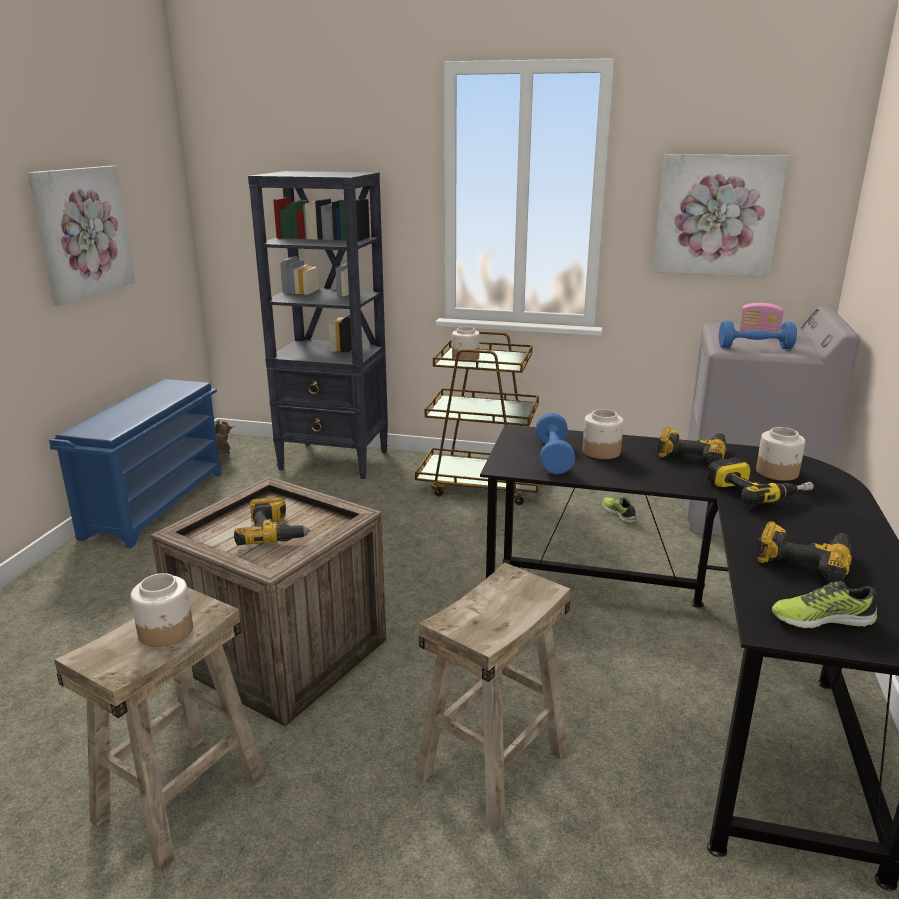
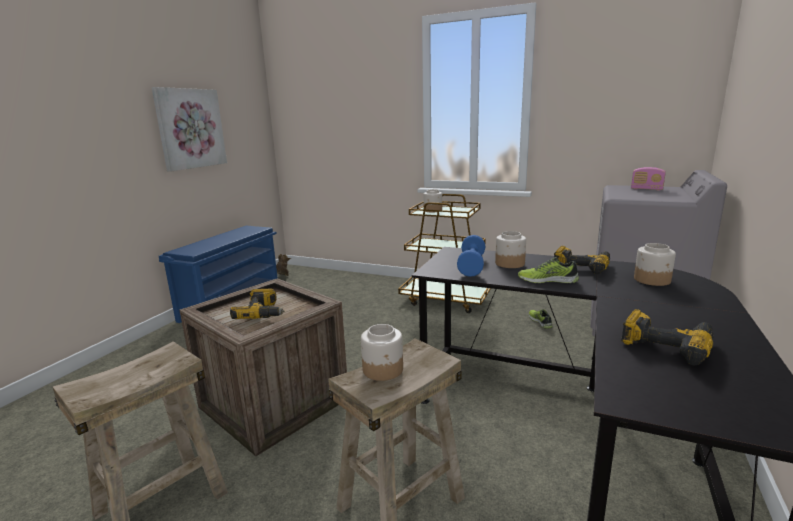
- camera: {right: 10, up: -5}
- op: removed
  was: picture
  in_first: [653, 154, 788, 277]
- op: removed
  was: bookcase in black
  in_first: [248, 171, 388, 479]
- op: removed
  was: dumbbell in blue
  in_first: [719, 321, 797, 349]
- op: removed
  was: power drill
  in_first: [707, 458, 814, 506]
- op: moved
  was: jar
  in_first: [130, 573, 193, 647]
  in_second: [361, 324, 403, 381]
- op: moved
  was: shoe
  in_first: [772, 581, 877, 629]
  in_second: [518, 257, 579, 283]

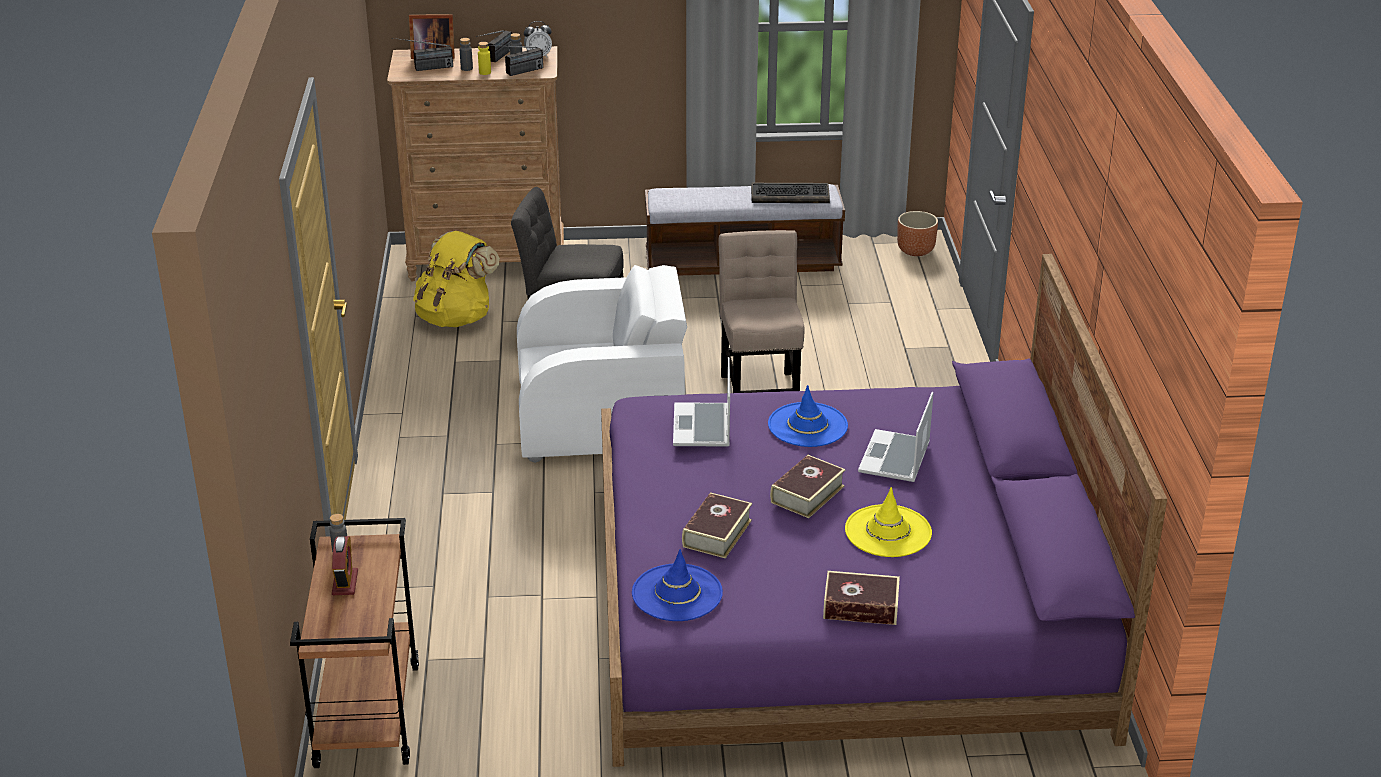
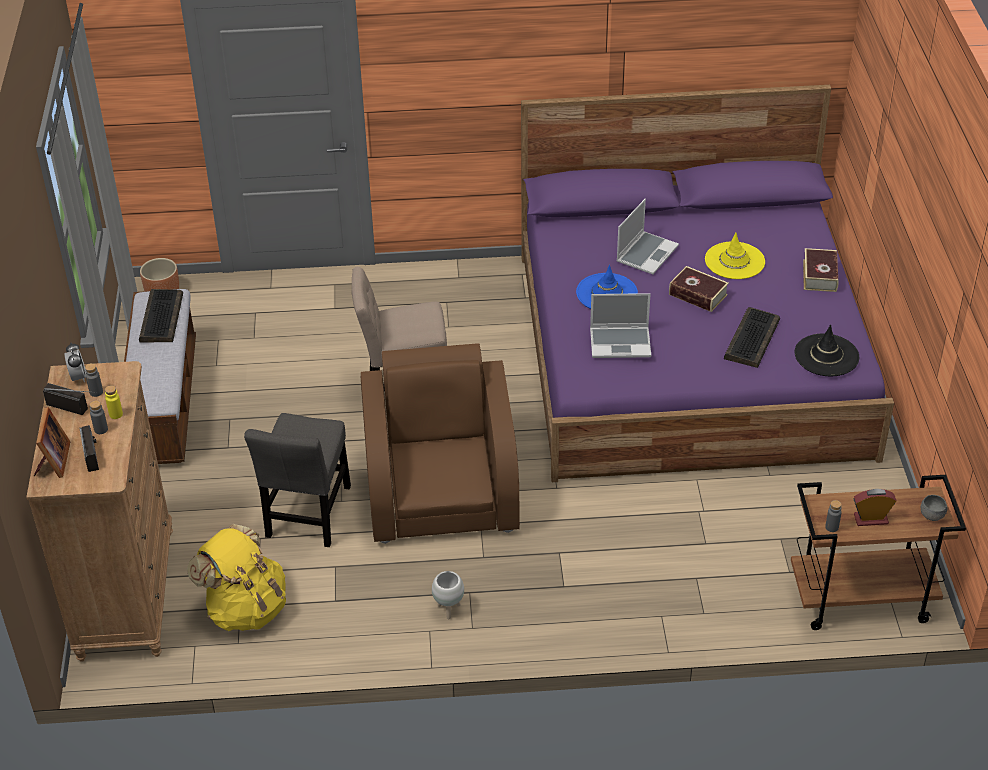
- camera: {right: -90, up: 10}
- op: removed
  was: radio
  in_first: [486, 45, 543, 76]
- op: recoloured
  was: armchair in white
  now: armchair in brown
  in_first: [517, 265, 687, 463]
  in_second: [361, 343, 520, 544]
- op: turned
  was: laptop
  in_first: [858, 392, 933, 482]
  in_second: [616, 199, 679, 274]
  clockwise: -75
- op: replaced
  was: book
  now: keyboard
  in_first: [682, 492, 752, 559]
  in_second: [724, 307, 780, 368]
- op: recoloured
  was: hat in blue
  now: hat in black
  in_first: [632, 549, 723, 621]
  in_second: [795, 325, 859, 376]
- op: added
  now: bowl in grey
  in_second: [921, 495, 947, 521]
- op: added
  now: planter in white
  in_second: [432, 571, 464, 619]

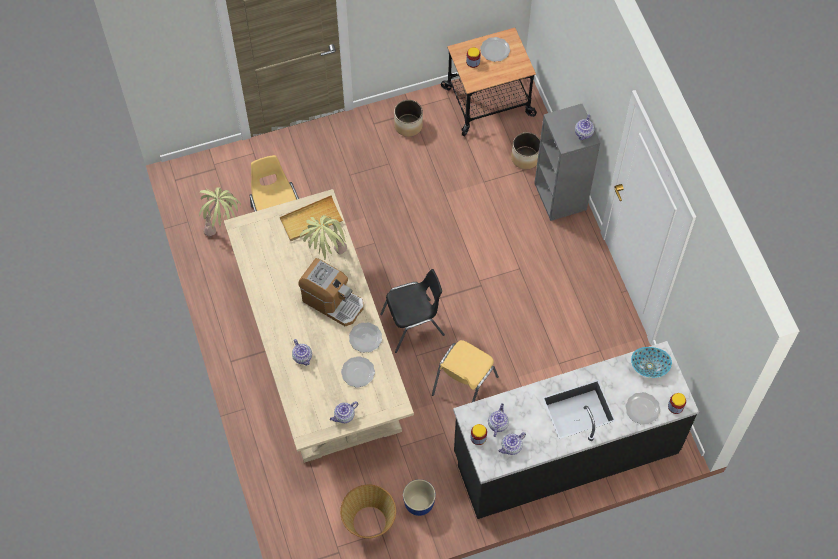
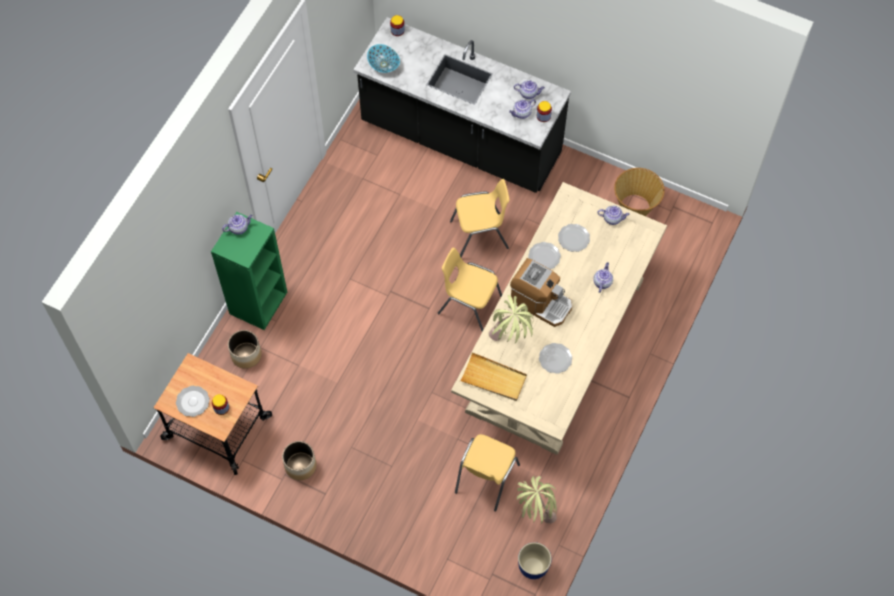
- camera: {right: -135, up: 0}
- op: recoloured
  was: bookcase in grey
  now: bookcase in green
  in_first: [534, 104, 600, 221]
  in_second: [211, 212, 287, 330]
- op: turned
  was: coffee machine
  in_first: [298, 258, 364, 326]
  in_second: [510, 258, 572, 327]
  clockwise: 135
- op: recoloured
  was: chair in black
  now: chair in yellow
  in_first: [380, 269, 445, 353]
  in_second: [438, 247, 502, 332]
- op: moved
  was: plate
  in_first: [626, 392, 660, 425]
  in_second: [539, 343, 572, 374]
- op: moved
  was: planter
  in_first: [403, 479, 436, 516]
  in_second: [518, 542, 552, 579]

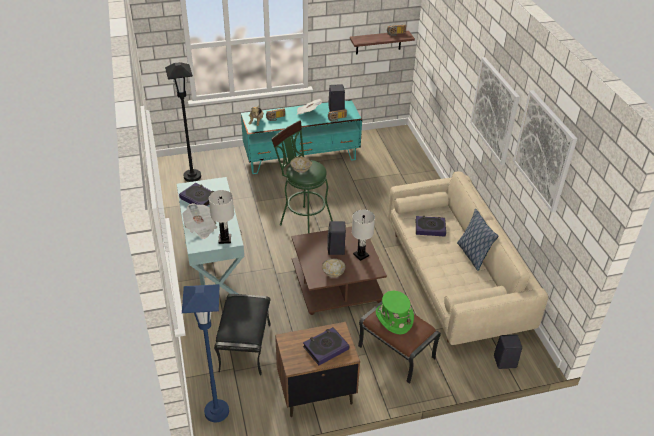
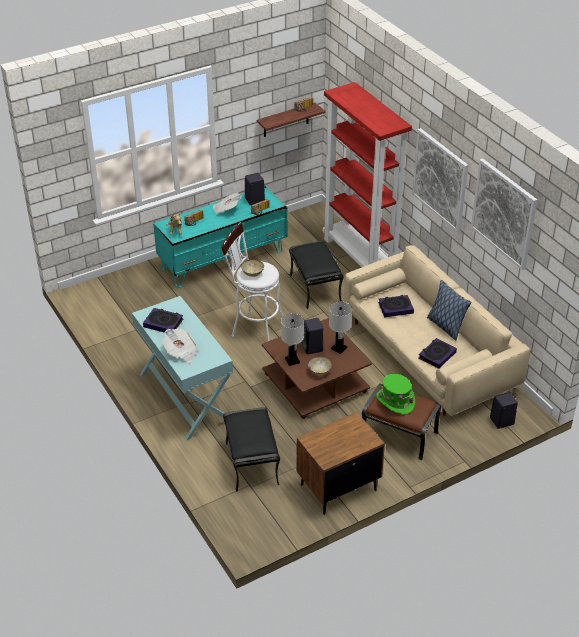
- camera: {right: -15, up: 0}
- op: removed
  was: floor lamp in black
  in_first: [165, 62, 201, 182]
- op: recoloured
  was: stool in green
  now: stool in white
  in_first: [271, 120, 333, 233]
  in_second: [221, 222, 284, 341]
- op: moved
  was: table lamp in white
  in_first: [209, 190, 234, 244]
  in_second: [281, 313, 304, 366]
- op: removed
  was: floor lamp in blue
  in_first: [182, 284, 229, 422]
- op: moved
  was: book
  in_first: [303, 327, 349, 365]
  in_second: [419, 338, 457, 369]
- op: added
  now: bookcase in red
  in_second: [323, 82, 412, 267]
- op: added
  now: ottoman in black
  in_second: [289, 241, 344, 309]

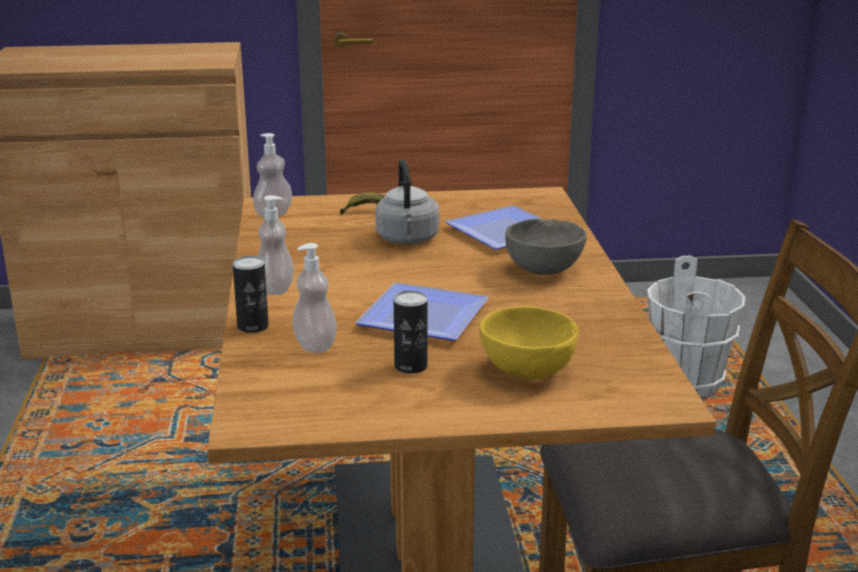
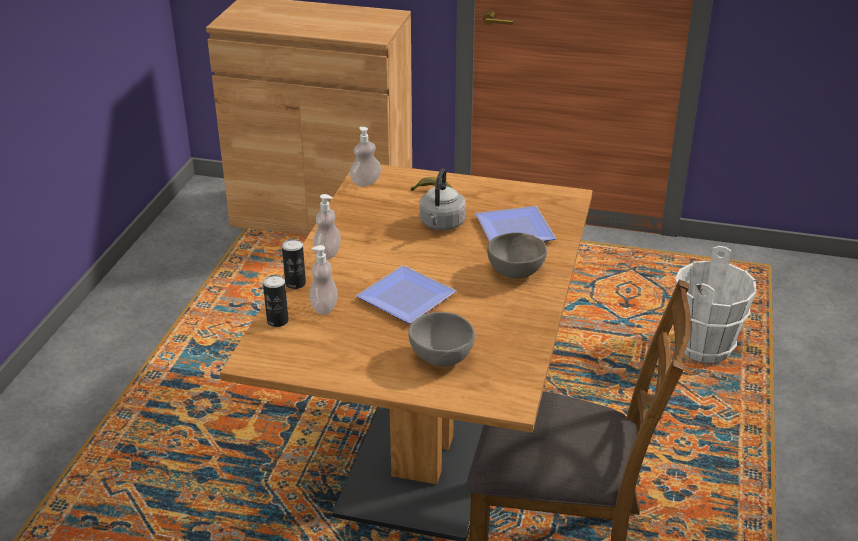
- camera: {right: 20, up: 10}
- op: moved
  was: can
  in_first: [394, 291, 428, 374]
  in_second: [263, 275, 289, 327]
- op: recoloured
  was: bowl in yellow
  now: bowl in grey
  in_first: [479, 306, 578, 379]
  in_second: [408, 312, 475, 367]

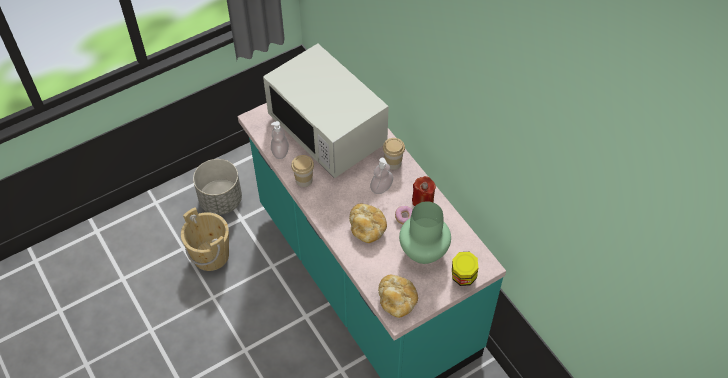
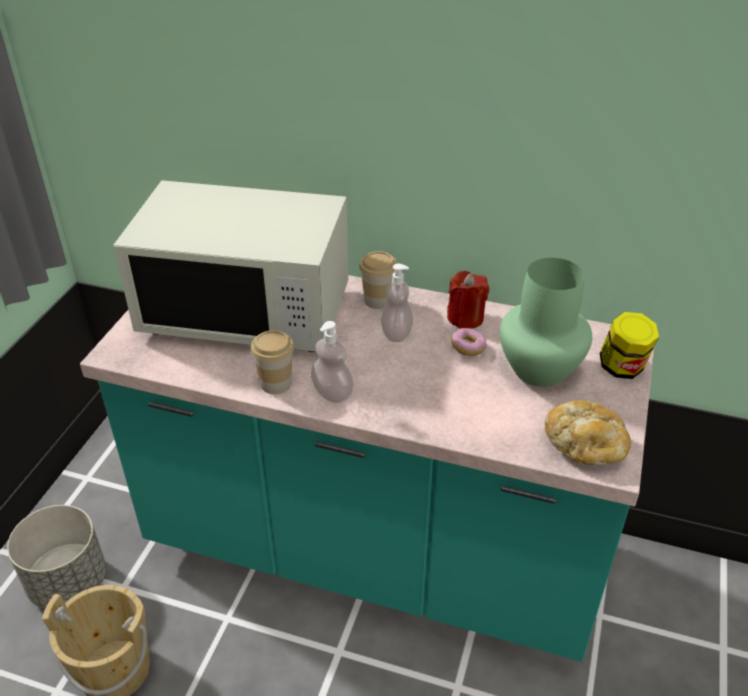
- camera: {right: -40, up: -15}
- op: moved
  was: soap dispenser
  in_first: [271, 121, 289, 159]
  in_second: [311, 321, 354, 403]
- op: removed
  was: bread
  in_first: [349, 204, 387, 243]

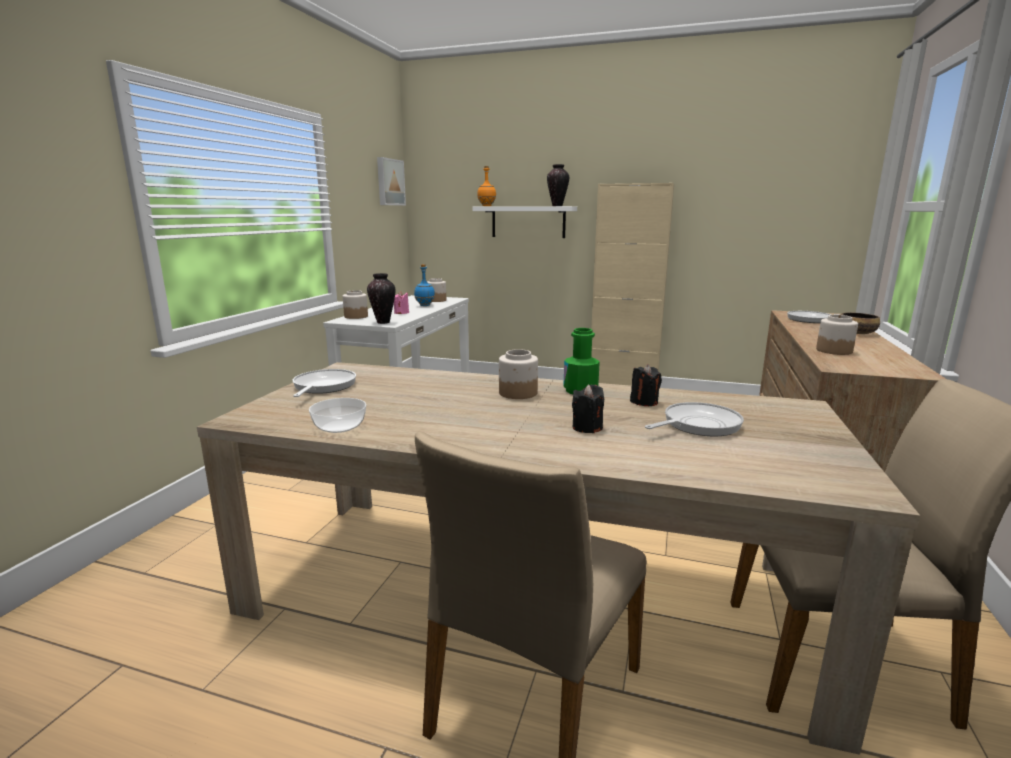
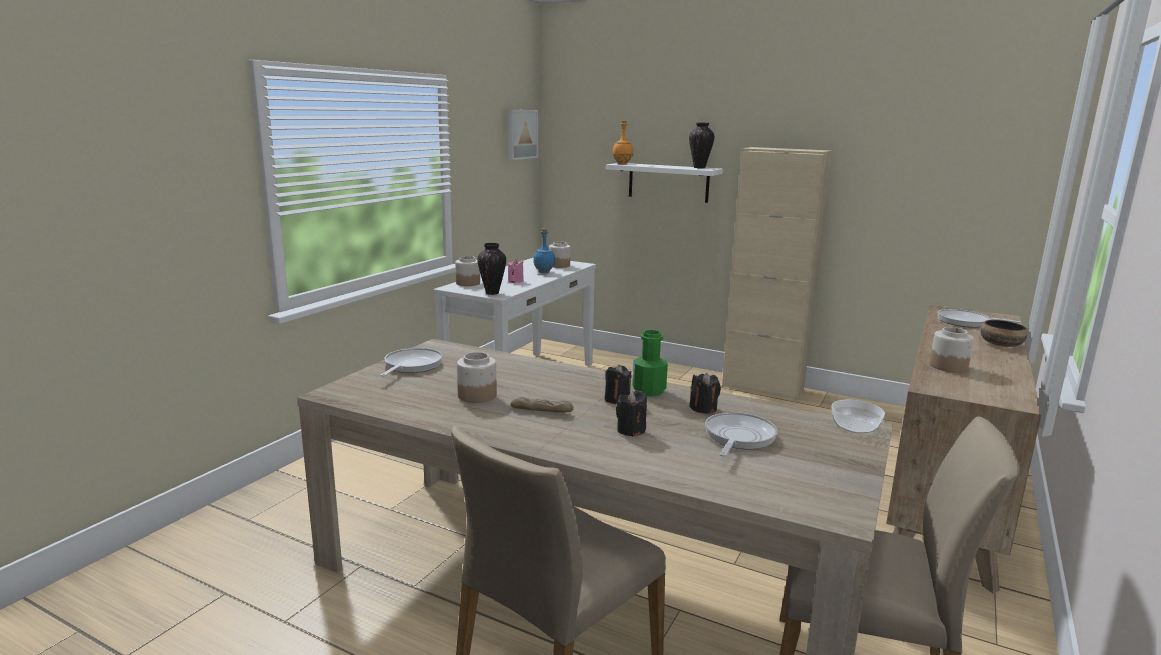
- camera: {right: 10, up: 0}
- op: moved
  was: jar
  in_first: [499, 349, 538, 399]
  in_second: [457, 352, 497, 403]
- op: moved
  was: bowl
  in_first: [309, 398, 366, 433]
  in_second: [831, 400, 885, 434]
- op: turned
  was: frying pan
  in_first: [645, 402, 744, 436]
  in_second: [705, 412, 778, 457]
  clockwise: -45
- op: added
  now: candle in black
  in_second: [605, 365, 632, 404]
- op: added
  now: bread
  in_second: [510, 397, 574, 412]

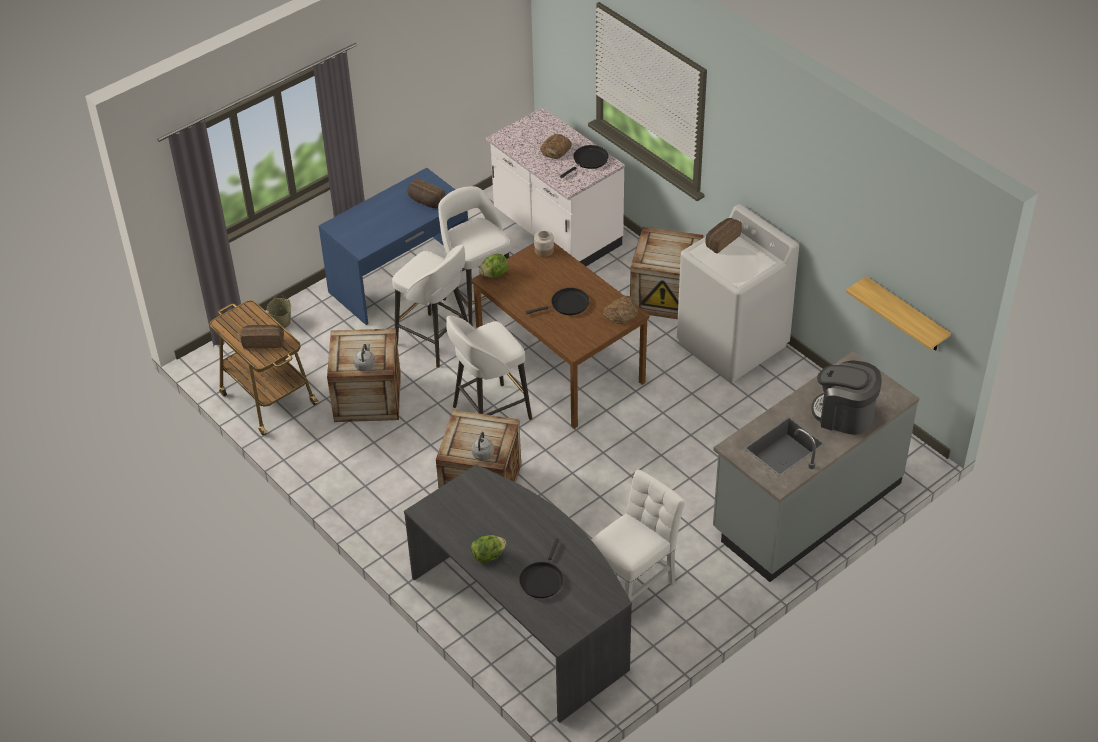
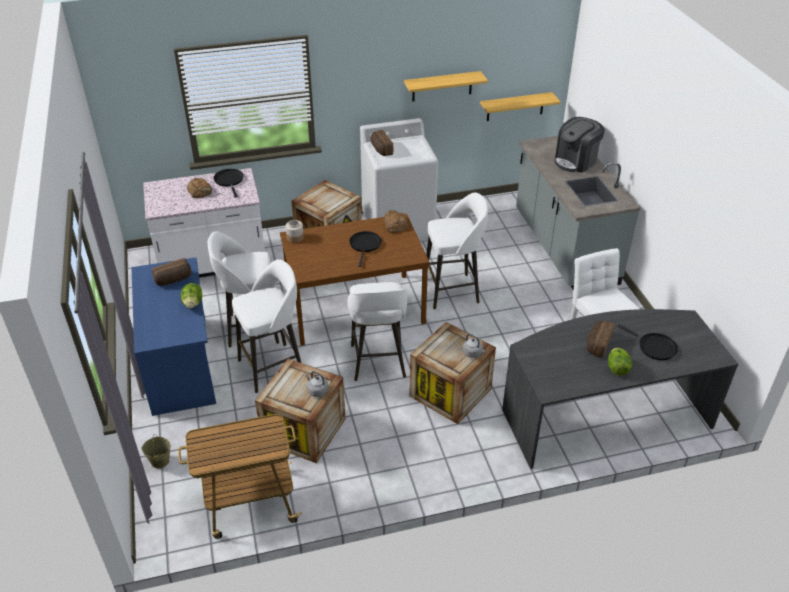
- camera: {right: -65, up: -5}
- op: moved
  was: lettuce
  in_first: [479, 254, 509, 277]
  in_second: [181, 283, 202, 309]
- op: moved
  was: bread
  in_first: [240, 325, 284, 349]
  in_second: [587, 321, 614, 358]
- op: added
  now: shelf
  in_second: [404, 71, 488, 101]
- op: added
  now: stool in white
  in_second: [426, 192, 488, 309]

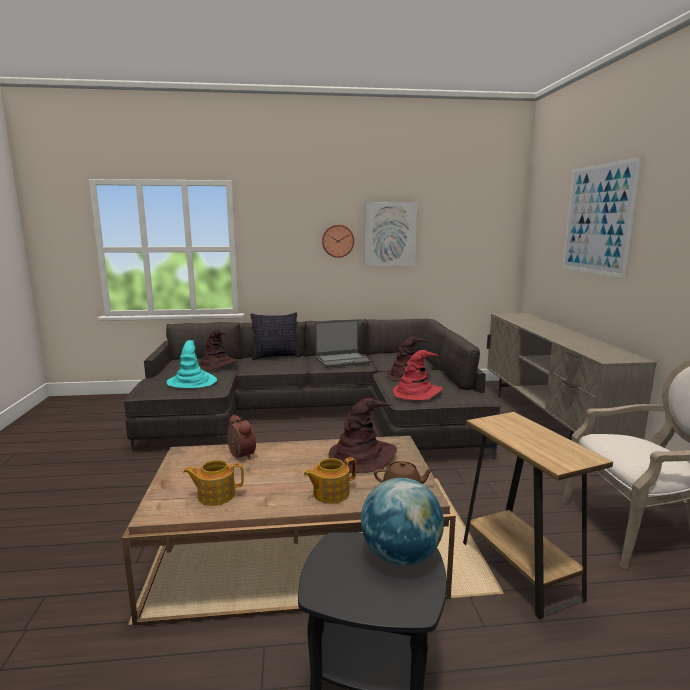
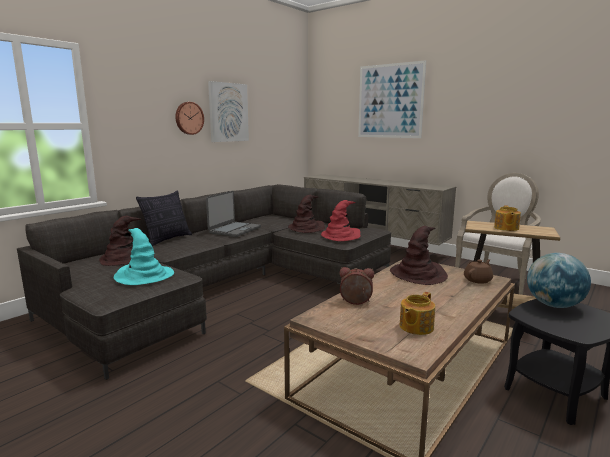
- camera: {right: -45, up: 0}
- op: moved
  was: teapot
  in_first: [304, 457, 356, 504]
  in_second: [494, 205, 521, 231]

